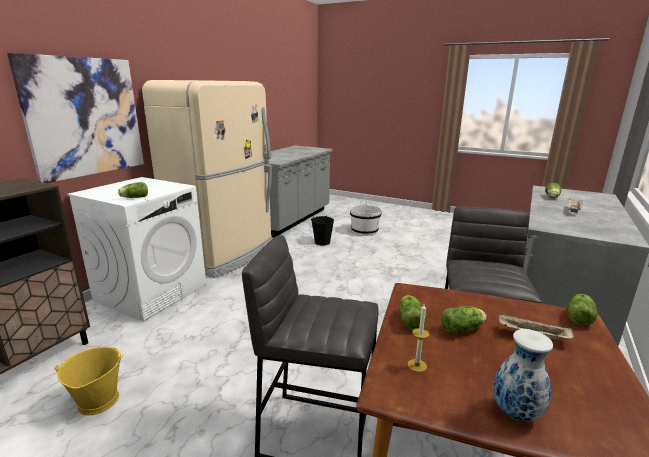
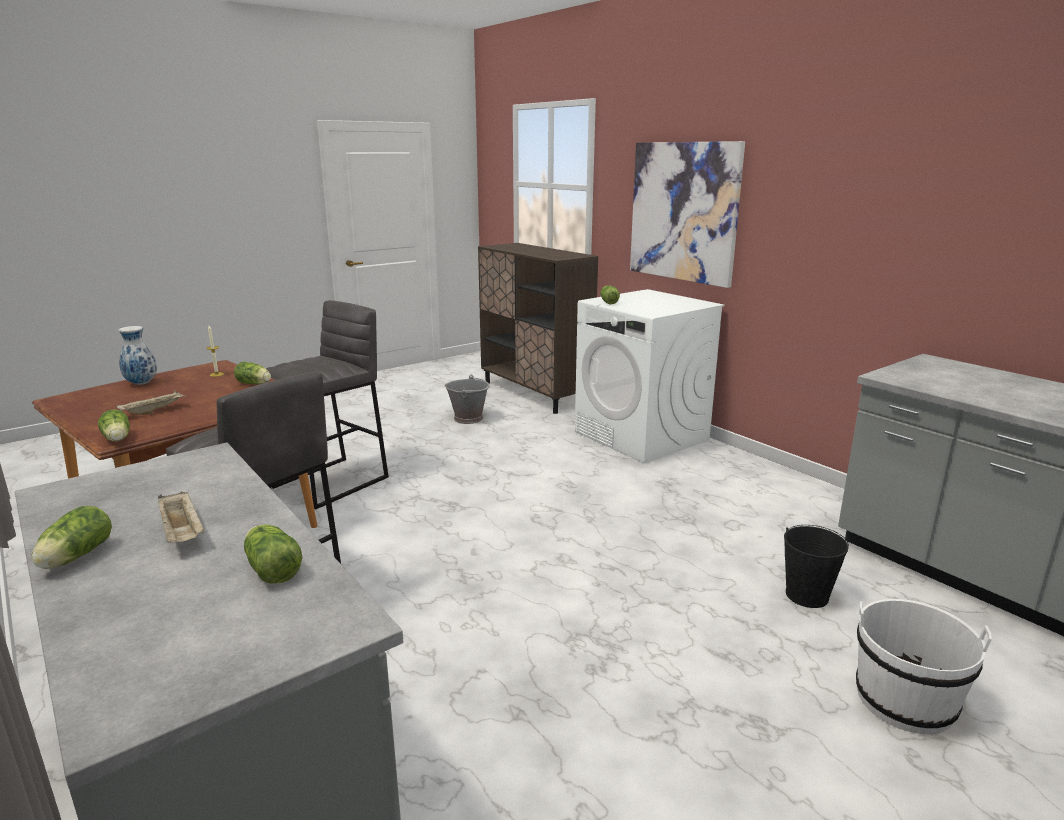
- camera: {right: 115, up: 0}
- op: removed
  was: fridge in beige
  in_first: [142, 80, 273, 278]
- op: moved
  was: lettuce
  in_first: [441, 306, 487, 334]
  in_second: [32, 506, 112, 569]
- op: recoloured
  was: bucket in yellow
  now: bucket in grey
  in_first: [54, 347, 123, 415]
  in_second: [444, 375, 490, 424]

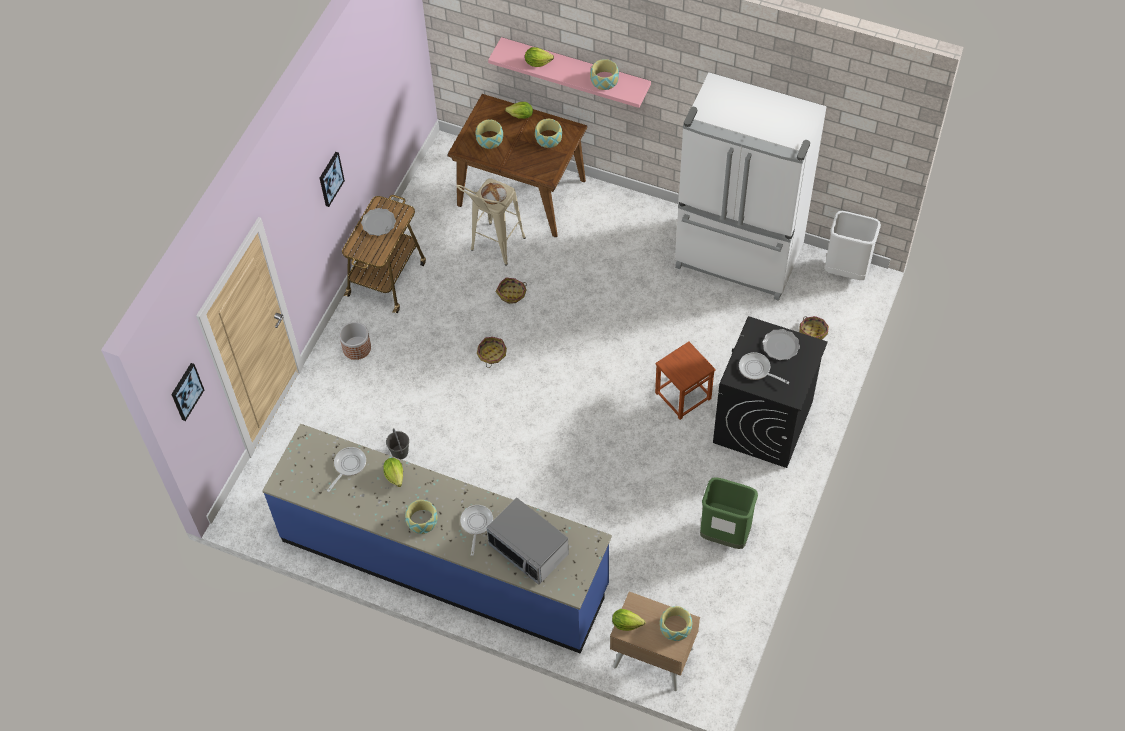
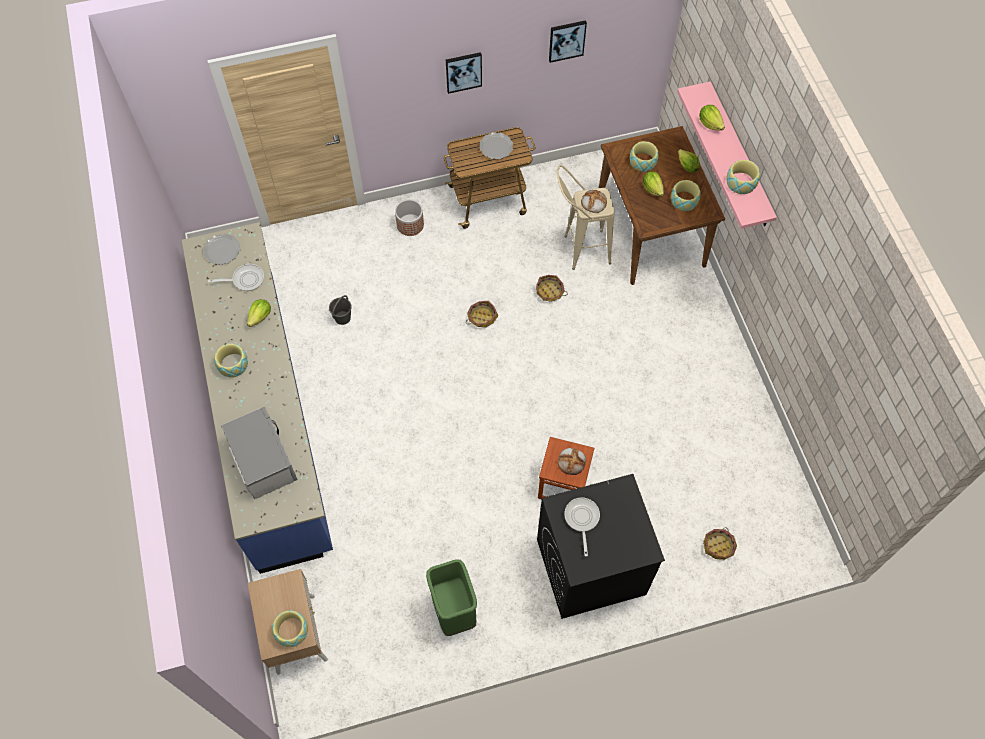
- camera: {right: 50, up: 5}
- op: removed
  was: fridge in white
  in_first: [675, 72, 827, 301]
- op: removed
  was: trash can in white
  in_first: [825, 211, 881, 280]
- op: moved
  was: plate
  in_first: [762, 329, 800, 360]
  in_second: [203, 234, 240, 265]
- op: moved
  was: picture
  in_first: [171, 363, 204, 421]
  in_second: [549, 20, 587, 63]
- op: turned
  was: microwave
  in_first: [486, 497, 569, 585]
  in_second: [221, 407, 297, 499]
  clockwise: 150
- op: removed
  was: frying pan
  in_first: [460, 505, 493, 556]
- op: moved
  was: lettuce
  in_first: [612, 609, 645, 631]
  in_second: [643, 171, 664, 197]
- op: added
  now: bread
  in_second: [558, 448, 586, 475]

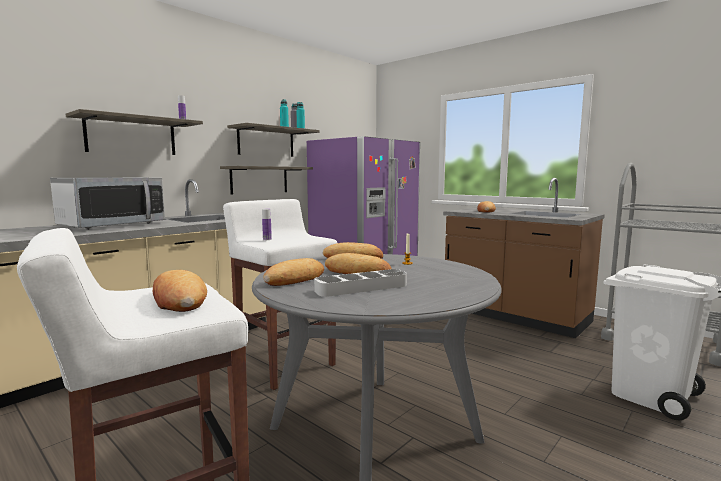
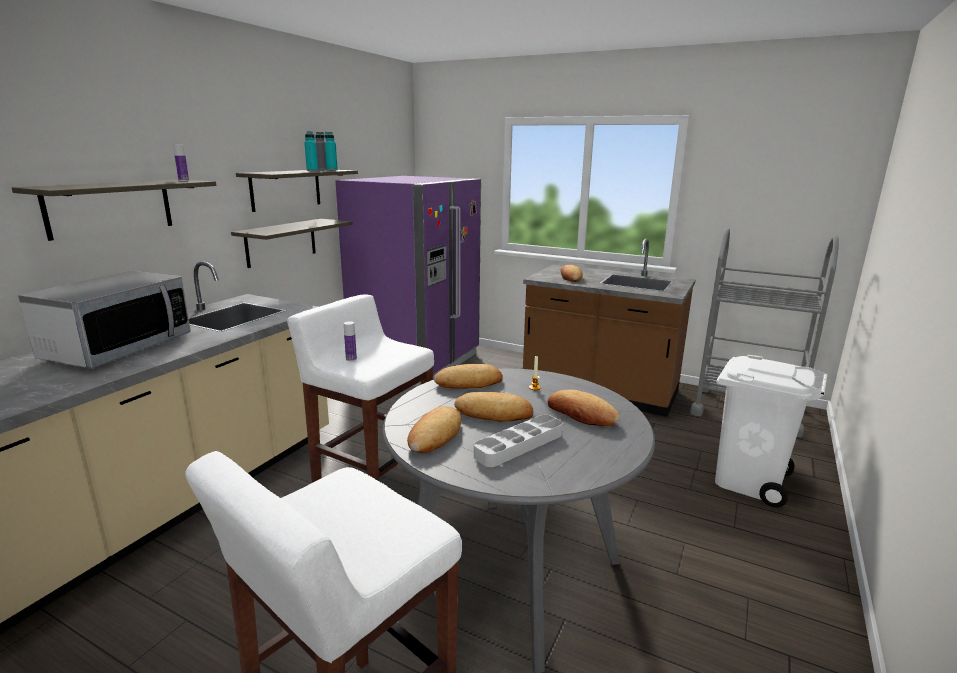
- camera: {right: -15, up: 10}
- op: moved
  was: bread
  in_first: [153, 270, 207, 312]
  in_second: [548, 390, 620, 426]

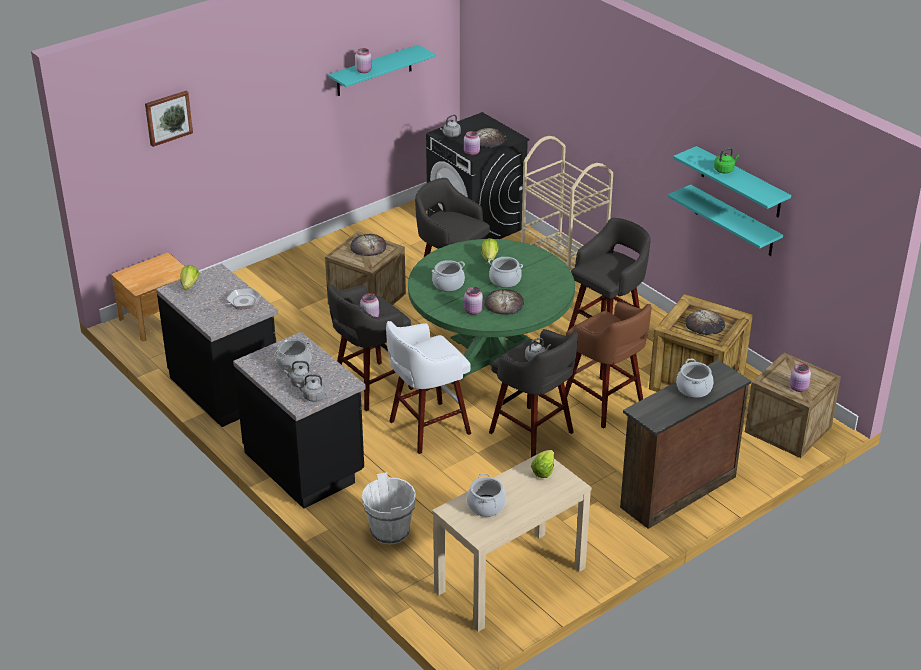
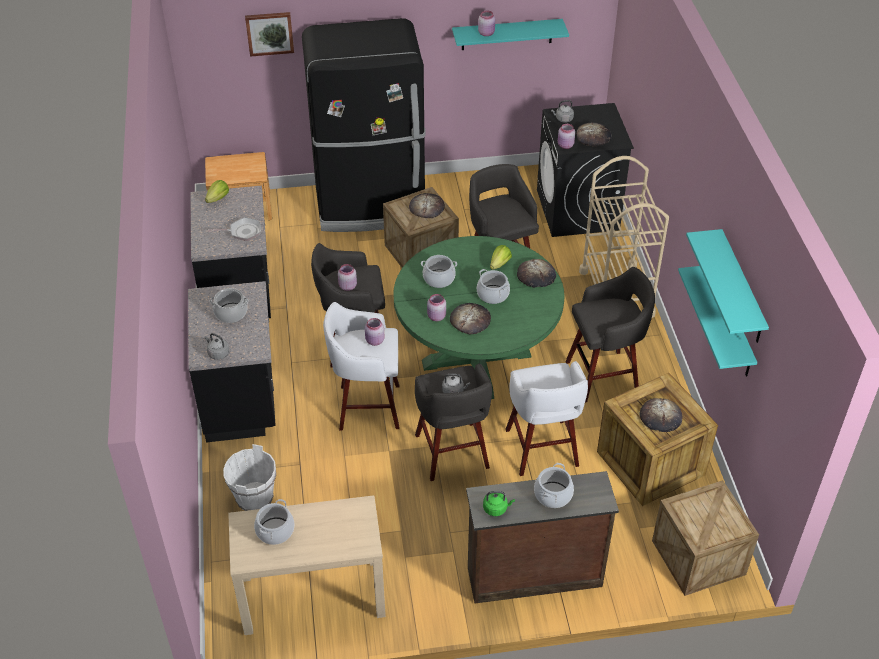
- camera: {right: 30, up: 10}
- op: moved
  was: kettle in green
  in_first: [714, 148, 739, 173]
  in_second: [483, 491, 515, 516]
- op: recoloured
  was: stool in brown
  now: stool in white
  in_first: [565, 302, 651, 429]
  in_second: [505, 361, 588, 476]
- op: removed
  was: kettle in grey
  in_first: [284, 361, 313, 388]
- op: moved
  was: jar in pink
  in_first: [790, 363, 811, 392]
  in_second: [365, 318, 384, 346]
- op: removed
  was: lettuce
  in_first: [531, 450, 554, 478]
- op: added
  now: fridge in black
  in_second: [302, 18, 426, 232]
- op: added
  now: bread
  in_second: [517, 259, 556, 288]

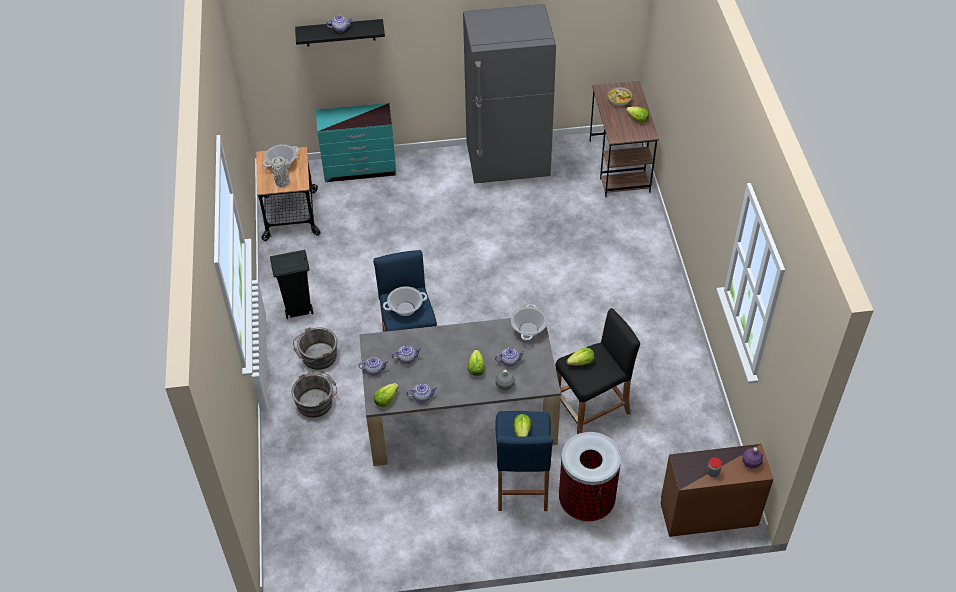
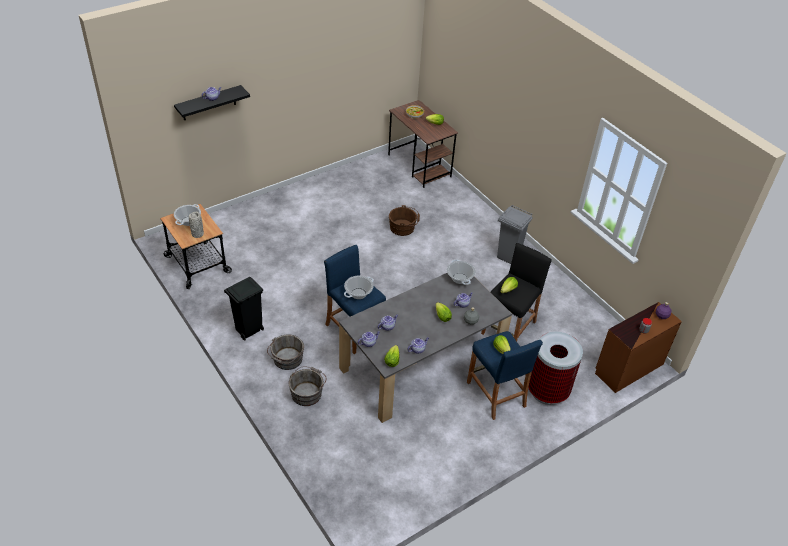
- camera: {right: -30, up: -5}
- op: removed
  was: fridge in grey
  in_first: [463, 4, 556, 184]
- op: removed
  was: dresser in turquoise
  in_first: [316, 103, 396, 182]
- op: added
  now: bucket in brown
  in_second: [389, 205, 420, 236]
- op: added
  now: trash can in grey
  in_second: [497, 205, 533, 264]

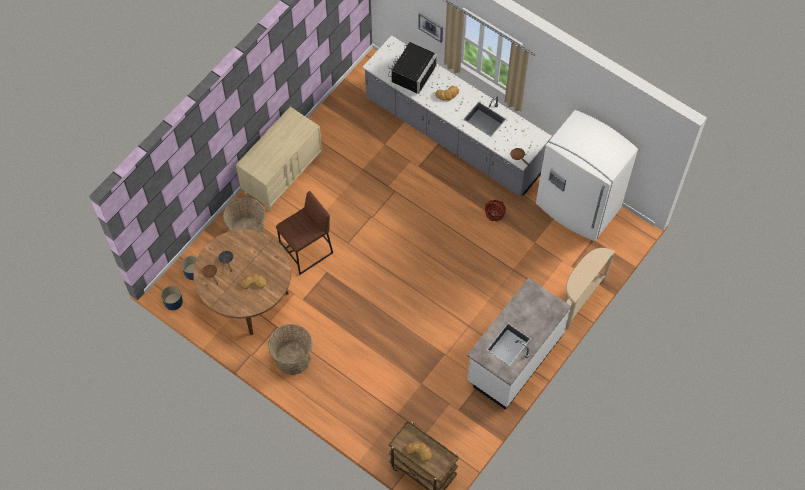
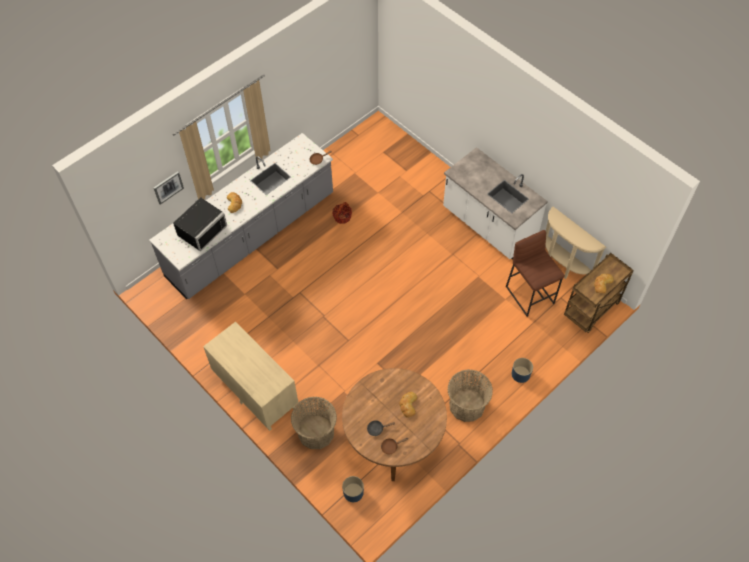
- camera: {right: -80, up: -5}
- op: turned
  was: microwave in black
  in_first: [388, 42, 437, 94]
  in_second: [173, 198, 227, 251]
  clockwise: 90
- op: removed
  was: fridge in white
  in_first: [536, 110, 638, 241]
- op: moved
  was: stool in brown
  in_first: [276, 191, 333, 275]
  in_second: [506, 230, 565, 317]
- op: moved
  was: console table in beige
  in_first: [564, 248, 615, 328]
  in_second: [545, 207, 606, 279]
- op: moved
  was: planter in blue
  in_first: [161, 286, 183, 310]
  in_second: [512, 358, 533, 383]

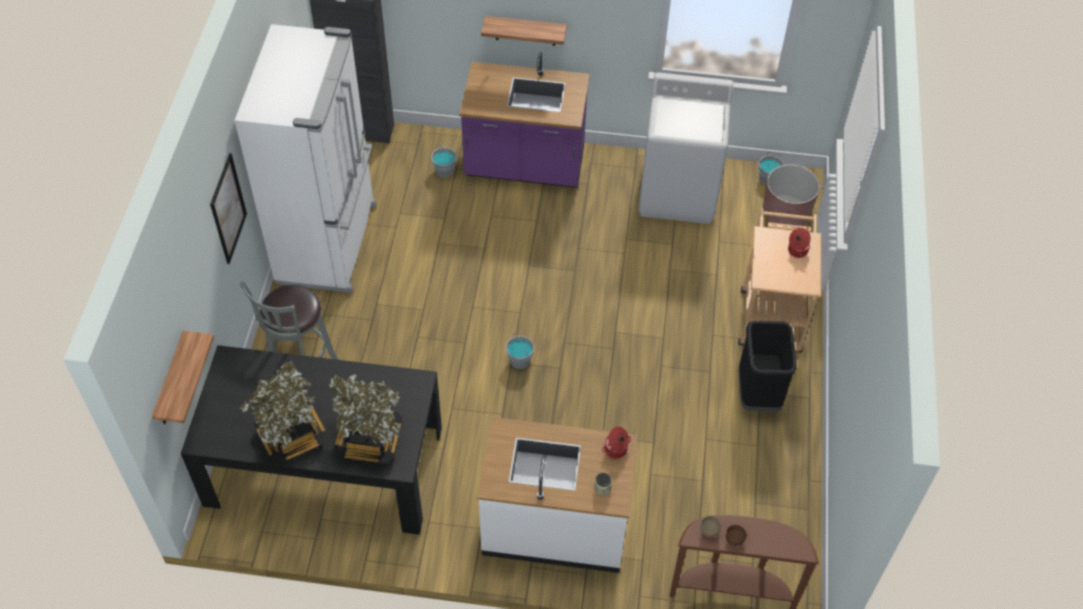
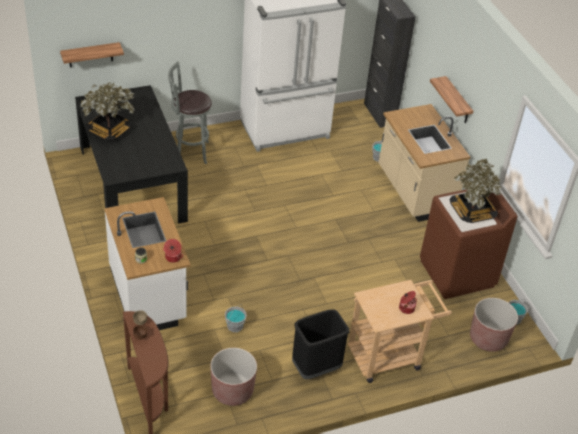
- camera: {right: 60, up: -10}
- op: recoloured
  was: counter in purple
  now: counter in beige
  in_first: [459, 52, 590, 188]
  in_second: [378, 104, 470, 222]
- op: recoloured
  was: washing machine in white
  now: washing machine in brown
  in_first: [639, 72, 734, 224]
  in_second: [420, 189, 517, 299]
- op: removed
  was: picture
  in_first: [210, 153, 247, 264]
- op: moved
  was: bucket in grey
  in_first: [506, 333, 534, 369]
  in_second: [225, 304, 247, 332]
- op: moved
  was: potted plant
  in_first: [329, 374, 402, 464]
  in_second: [449, 158, 501, 223]
- op: added
  now: planter in brown
  in_second: [210, 348, 257, 406]

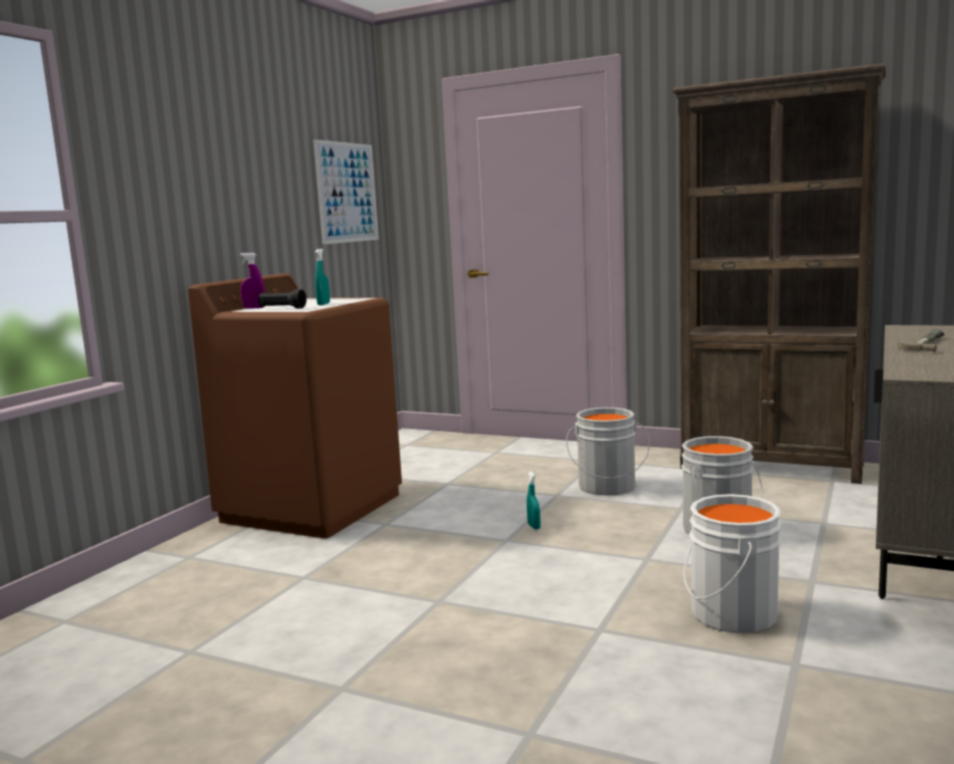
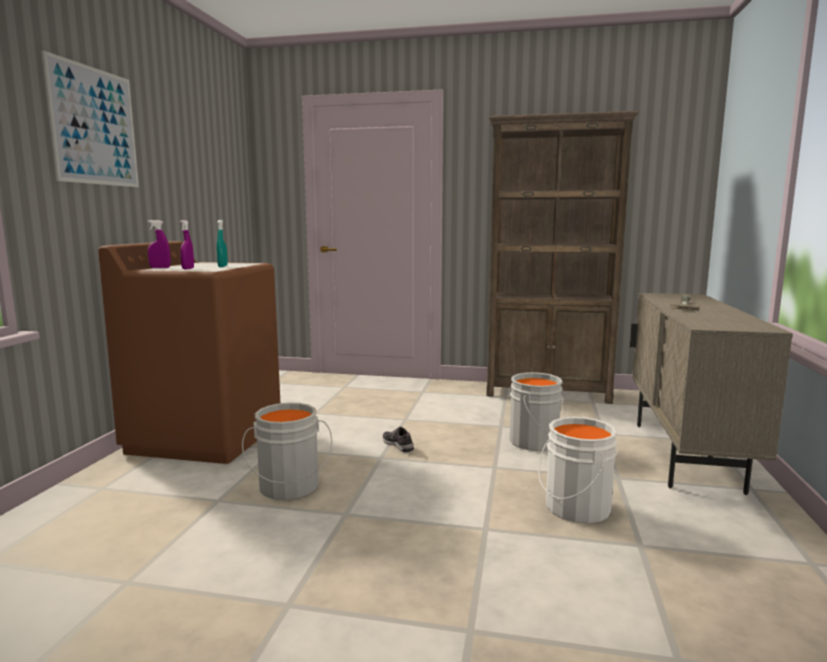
- camera: {right: -15, up: 0}
- op: moved
  was: picture
  in_first: [313, 139, 379, 244]
  in_second: [41, 50, 139, 187]
- op: replaced
  was: flashlight in black
  now: spray bottle in purple
  in_first: [258, 289, 307, 309]
  in_second: [180, 220, 194, 269]
- op: moved
  was: bucket in grey
  in_first: [566, 407, 649, 495]
  in_second: [242, 402, 332, 500]
- op: replaced
  was: spray bottle in turquoise
  now: shoe
  in_first: [527, 472, 541, 529]
  in_second: [382, 427, 414, 452]

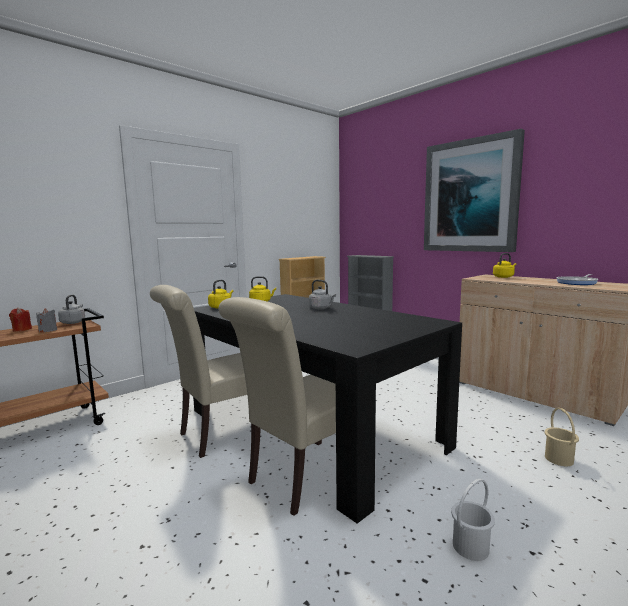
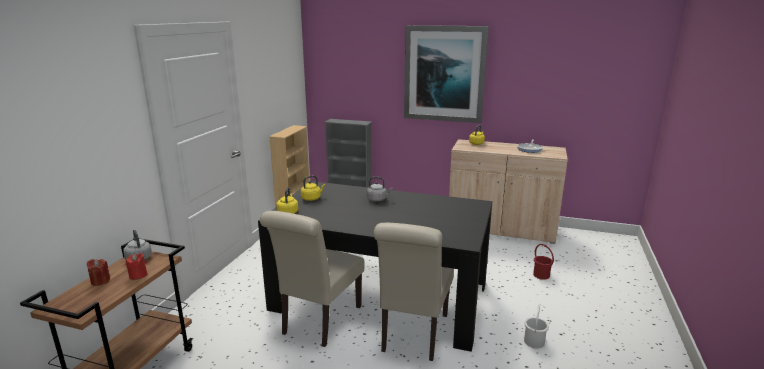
- camera: {right: -30, up: 10}
- op: recoloured
  was: candle in grey
  now: candle in red
  in_first: [36, 308, 57, 332]
  in_second: [126, 253, 148, 280]
- op: recoloured
  was: bucket in beige
  now: bucket in red
  in_first: [545, 408, 579, 466]
  in_second: [533, 244, 554, 280]

